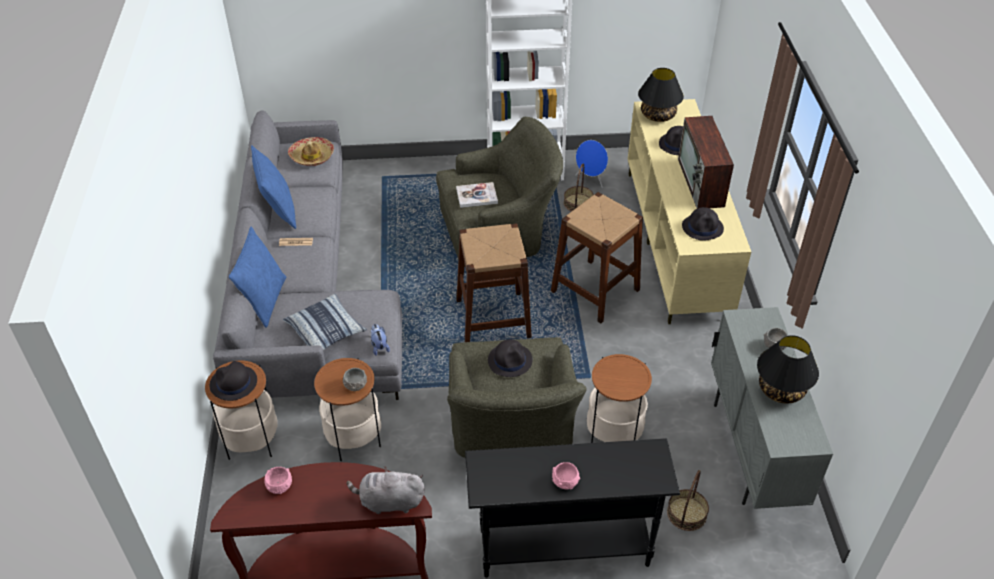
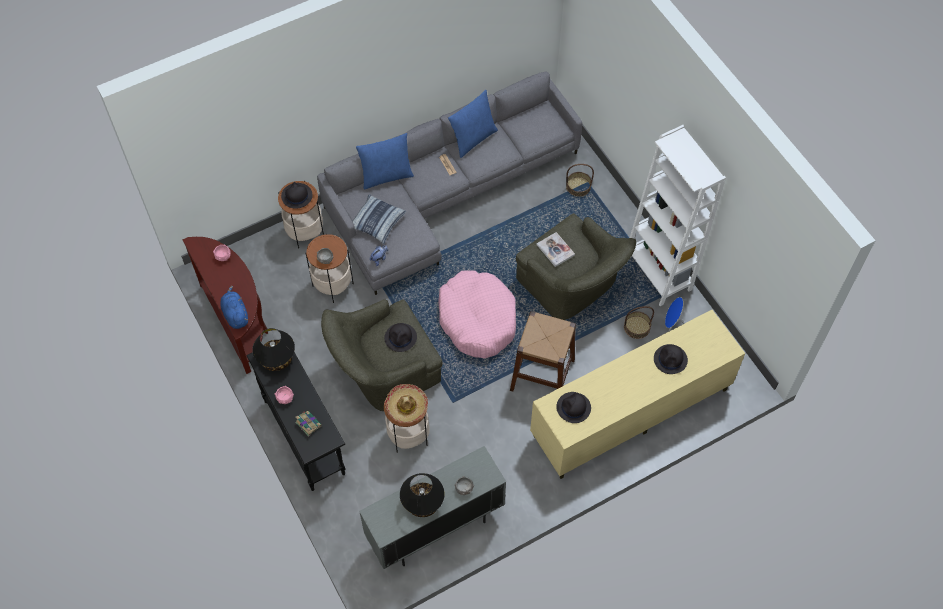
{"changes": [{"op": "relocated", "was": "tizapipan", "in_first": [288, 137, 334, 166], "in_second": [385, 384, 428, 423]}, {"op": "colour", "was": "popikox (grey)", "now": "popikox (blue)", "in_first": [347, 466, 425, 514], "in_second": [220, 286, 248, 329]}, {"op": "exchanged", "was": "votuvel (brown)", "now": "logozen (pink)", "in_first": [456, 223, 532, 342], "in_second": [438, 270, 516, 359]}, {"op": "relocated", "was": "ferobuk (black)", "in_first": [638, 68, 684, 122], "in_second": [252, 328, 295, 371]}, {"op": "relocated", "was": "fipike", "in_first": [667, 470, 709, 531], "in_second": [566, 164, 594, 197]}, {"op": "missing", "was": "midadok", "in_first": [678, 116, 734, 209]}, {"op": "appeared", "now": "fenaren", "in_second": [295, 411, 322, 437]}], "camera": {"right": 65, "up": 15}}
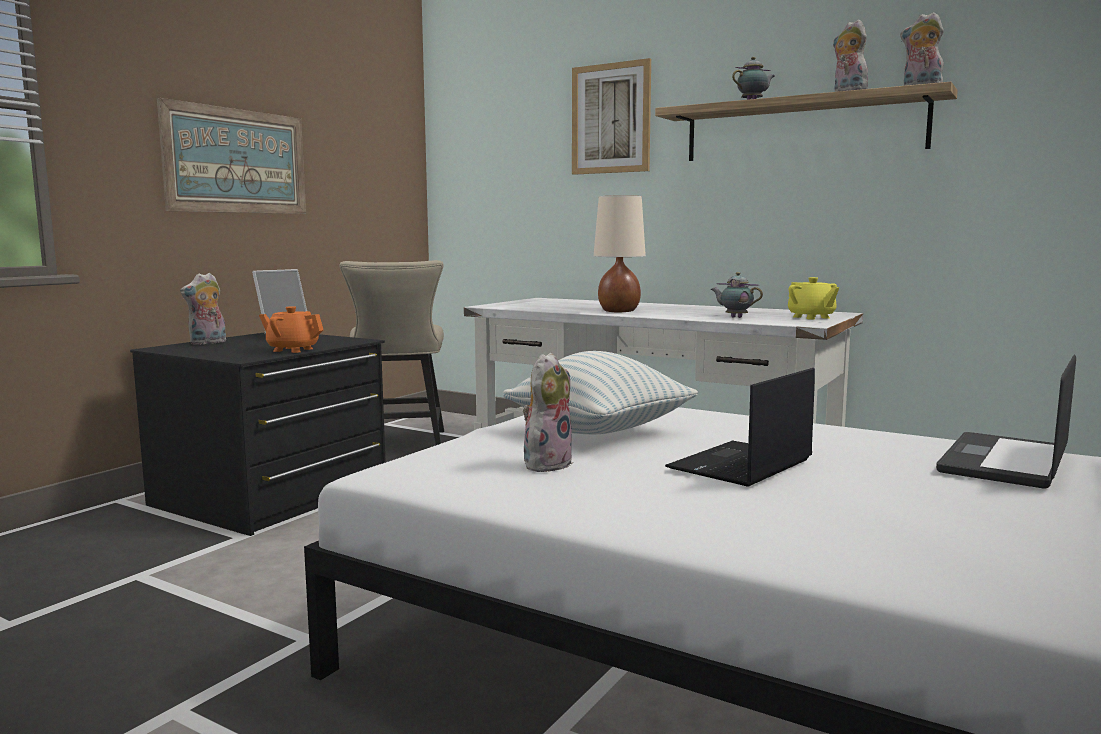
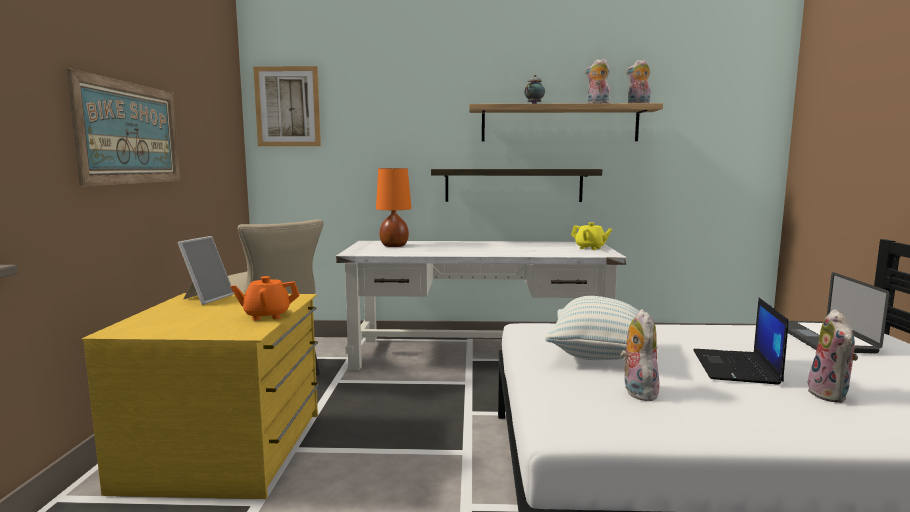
{"changes": [{"op": "colour", "was": "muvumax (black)", "now": "muvumax (yellow)", "in_first": [130, 333, 386, 536], "in_second": [82, 293, 320, 499]}, {"op": "relocated", "was": "popikox", "in_first": [180, 273, 226, 345], "in_second": [808, 309, 858, 403]}, {"op": "relocated", "was": "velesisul", "in_first": [572, 58, 651, 175], "in_second": [253, 66, 321, 146]}, {"op": "missing", "was": "ferobuk (beige)", "in_first": [594, 195, 646, 313]}, {"op": "missing", "was": "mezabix", "in_first": [711, 272, 763, 318]}, {"op": "appeared", "now": "ferobuk (orange)", "in_second": [376, 168, 412, 247]}, {"op": "appeared", "now": "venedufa", "in_second": [431, 169, 602, 202]}], "camera": {"right": -30, "up": 0}}
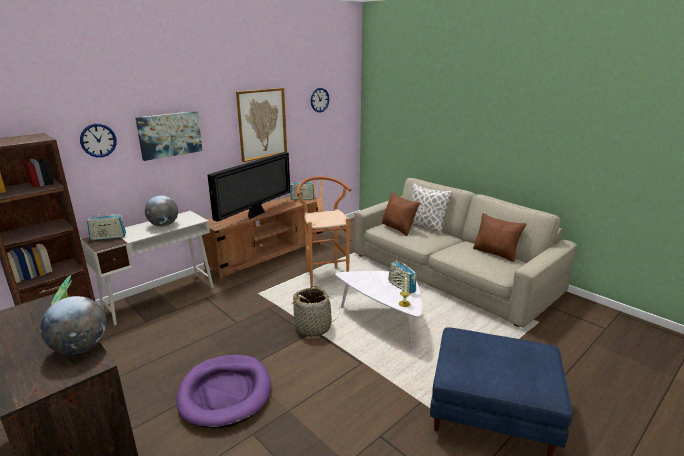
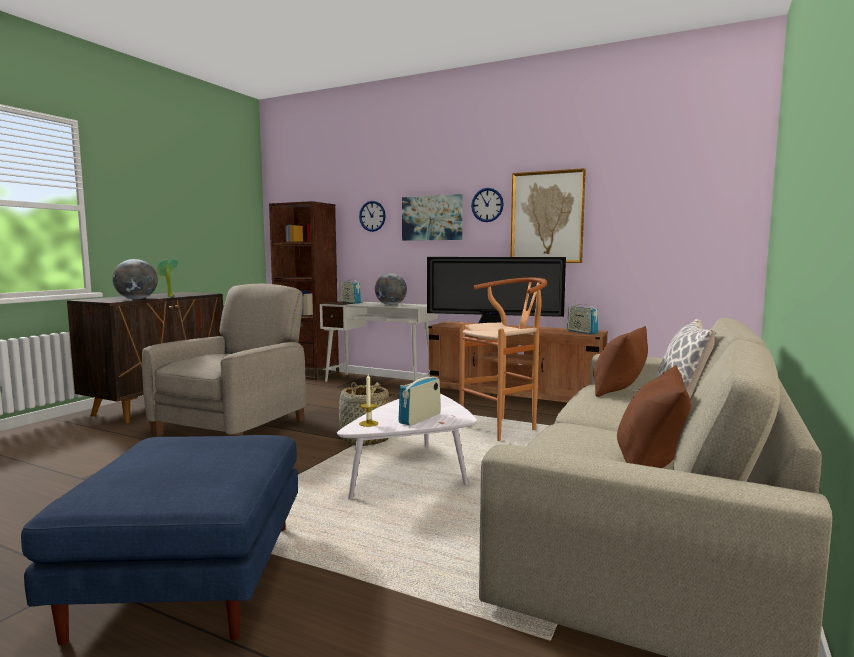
{"changes": [{"op": "exchanged", "was": "logozen (purple)", "now": "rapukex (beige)", "in_first": [177, 355, 271, 428], "in_second": [142, 284, 306, 437]}, {"op": "relocated", "was": "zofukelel", "in_first": [311, 88, 329, 112], "in_second": [471, 188, 504, 222]}], "camera": {"right": 70, "up": -15}}
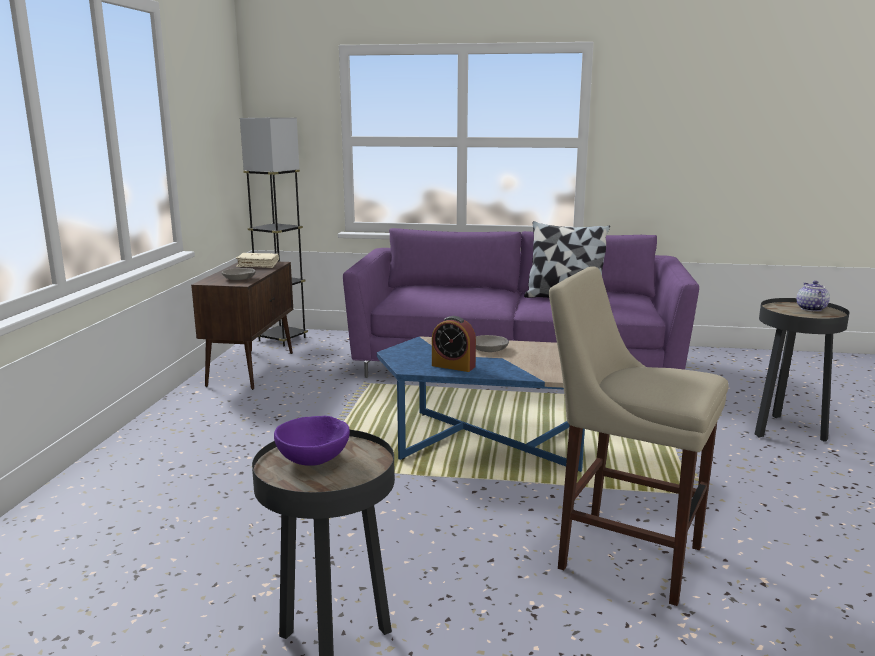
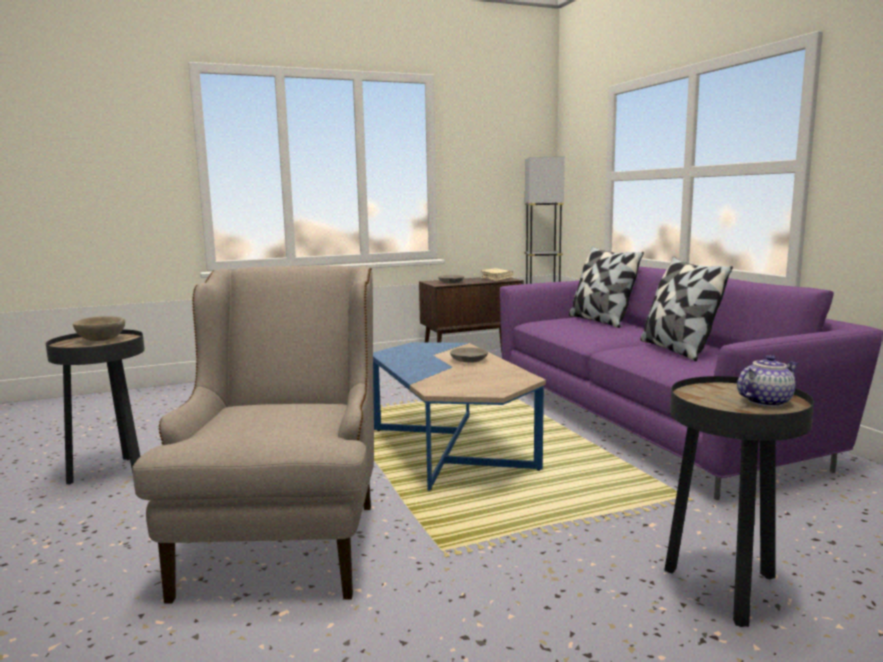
{"changes": [{"op": "colour", "was": "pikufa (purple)", "now": "pikufa (beige)", "in_first": [274, 416, 350, 466], "in_second": [73, 316, 125, 341]}, {"op": "missing", "was": "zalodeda", "in_first": [432, 316, 476, 372]}, {"op": "exchanged", "was": "votuvel (beige)", "now": "rapukex (beige)", "in_first": [549, 266, 729, 606], "in_second": [132, 265, 374, 604]}, {"op": "appeared", "now": "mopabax", "in_second": [569, 246, 644, 328]}], "camera": {"right": 60, "up": -5}}
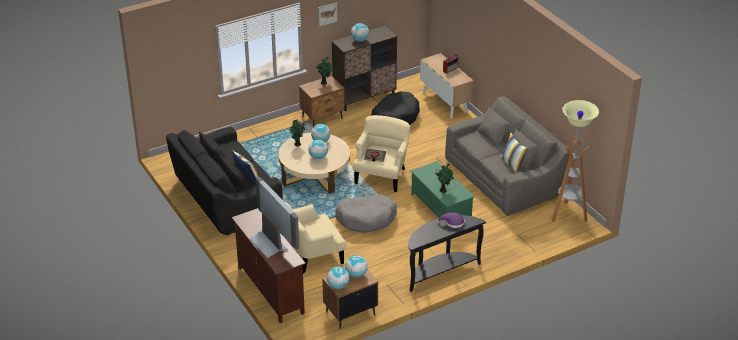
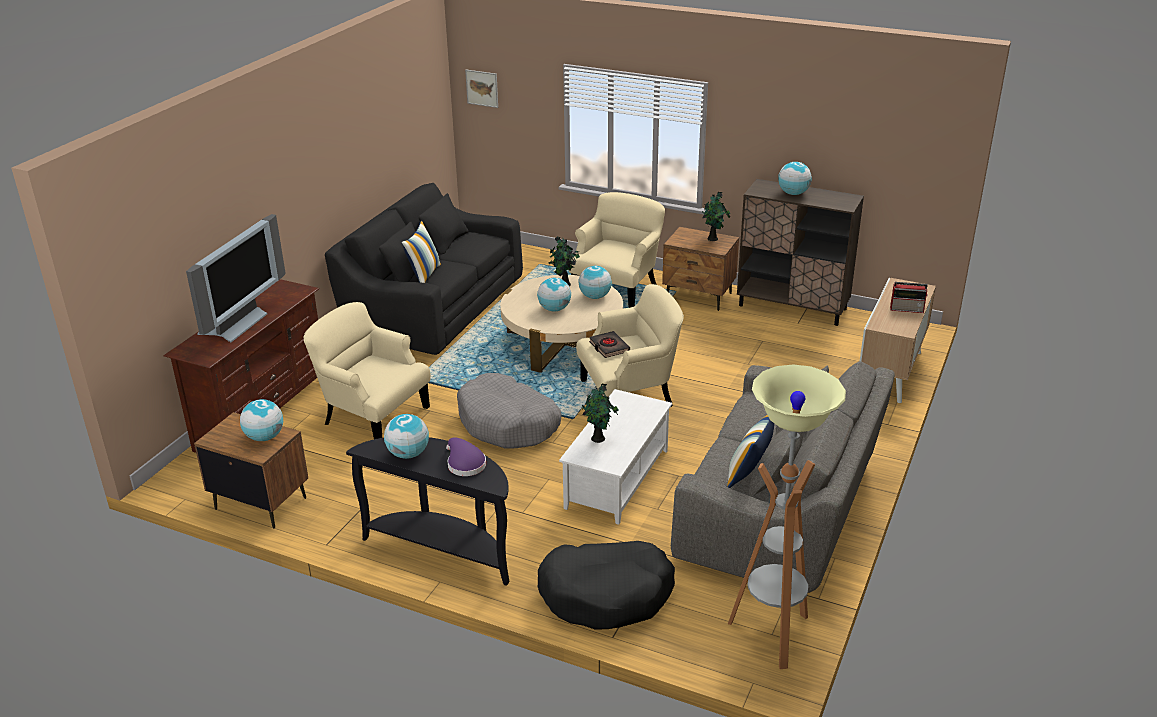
{"changes": [{"op": "relocated", "was": "velesisul", "in_first": [318, 2, 338, 27], "in_second": [465, 70, 498, 108]}, {"op": "relocated", "was": "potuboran", "in_first": [327, 266, 349, 289], "in_second": [384, 414, 429, 459]}, {"op": "relocated", "was": "logozen (black)", "in_first": [371, 91, 420, 125], "in_second": [538, 541, 675, 630]}, {"op": "colour", "was": "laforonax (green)", "now": "laforonax (white)", "in_first": [410, 161, 475, 218], "in_second": [559, 389, 672, 525]}, {"op": "appeared", "now": "rapukex (beige)", "in_second": [569, 192, 665, 308]}], "camera": {"right": 55, "up": -5}}
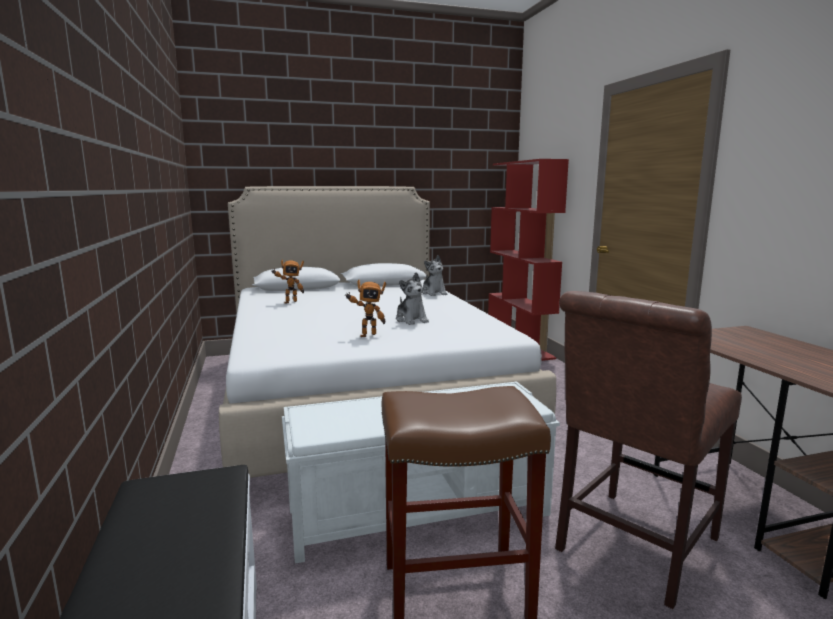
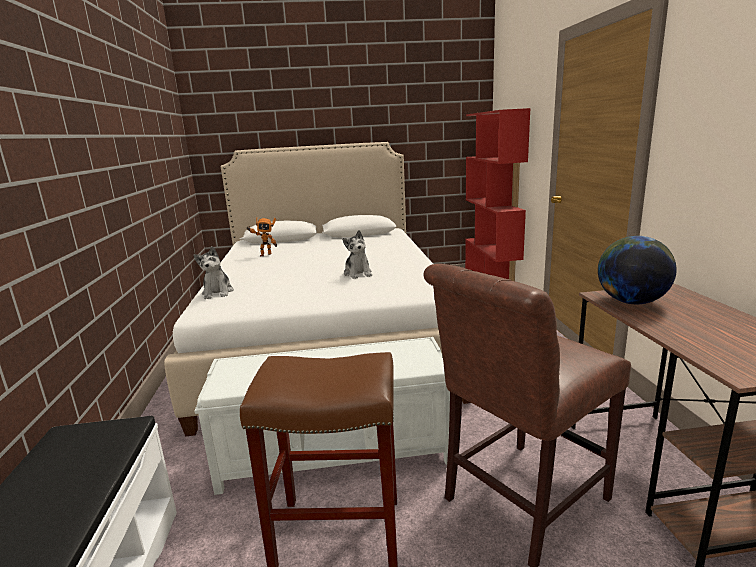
{"changes": [{"op": "missing", "was": "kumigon", "in_first": [345, 280, 386, 337]}, {"op": "relocated", "was": "popikox", "in_first": [423, 255, 448, 296], "in_second": [193, 246, 234, 299]}, {"op": "appeared", "now": "potuboran", "in_second": [598, 236, 677, 304]}], "camera": {"right": 10, "up": 5}}
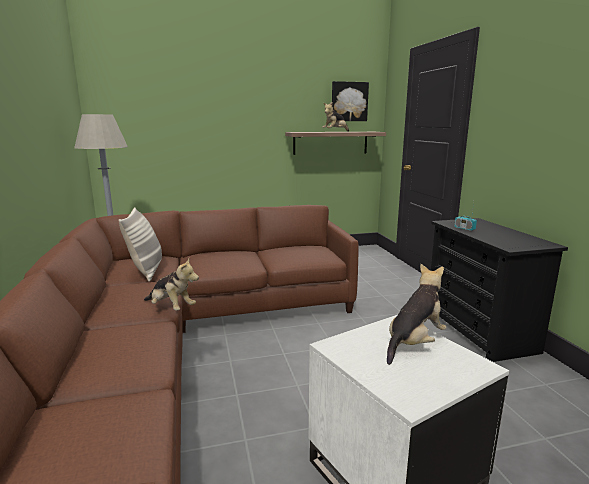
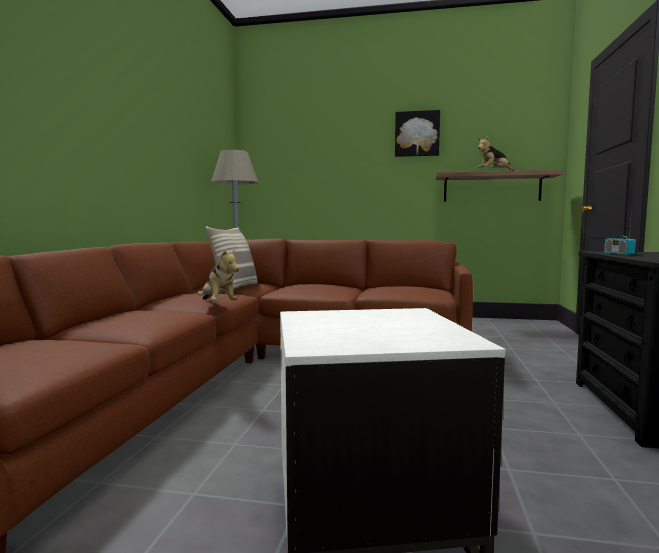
{"changes": [{"op": "relocated", "was": "velesisul", "in_first": [332, 81, 369, 121], "in_second": [395, 110, 440, 157]}, {"op": "missing", "was": "popikox", "in_first": [387, 264, 447, 365]}], "camera": {"right": 25, "up": -10}}
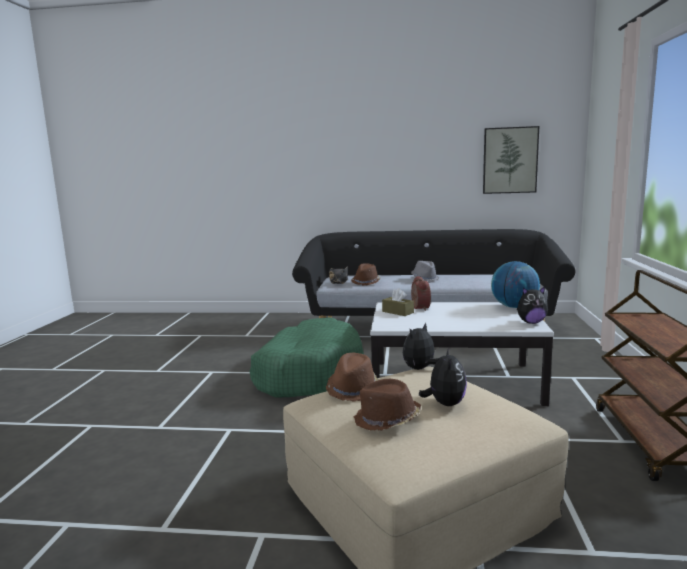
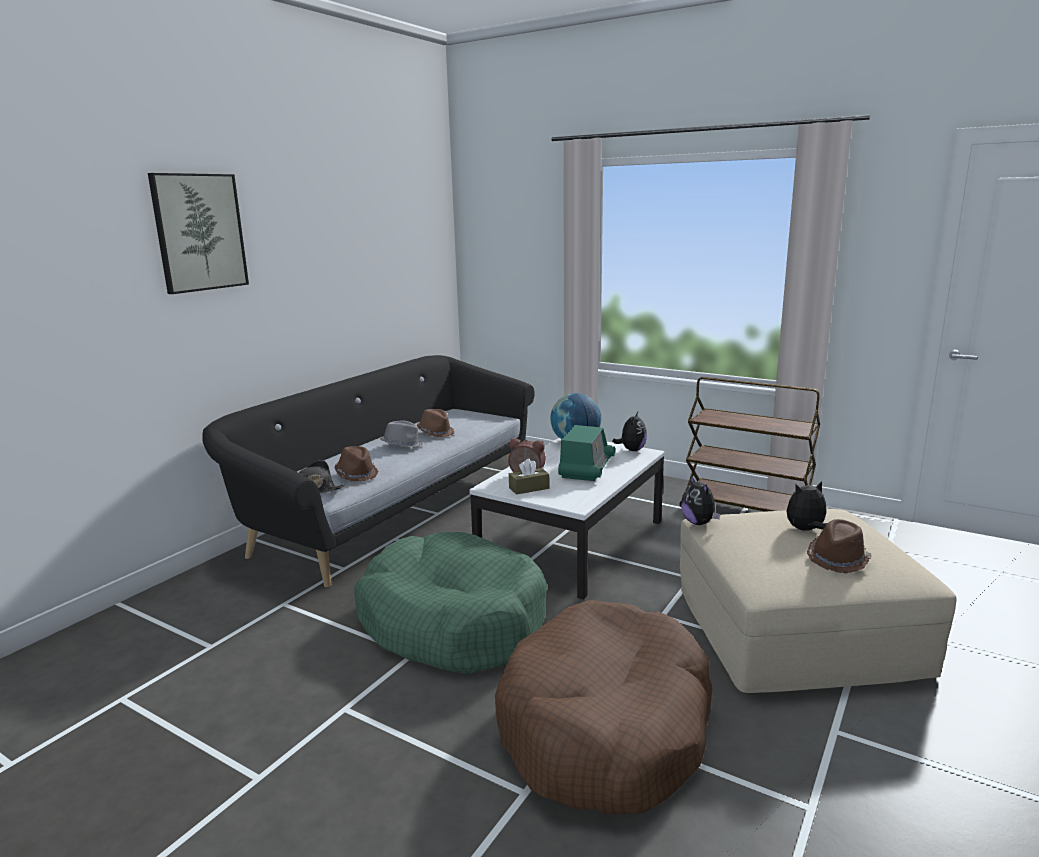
{"changes": [{"op": "relocated", "was": "tizapipan (brown)", "in_first": [326, 352, 380, 401], "in_second": [417, 409, 454, 437]}, {"op": "spun", "was": "popikox", "in_first": [419, 348, 467, 406], "in_second": [787, 481, 828, 531], "clockwise": -45}, {"op": "relocated", "was": "velesisul", "in_first": [483, 126, 539, 194], "in_second": [148, 173, 249, 294]}, {"op": "appeared", "now": "logozen (brown)", "in_second": [495, 600, 713, 815]}, {"op": "appeared", "now": "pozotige", "in_second": [558, 425, 615, 481]}], "camera": {"right": -65, "up": 5}}
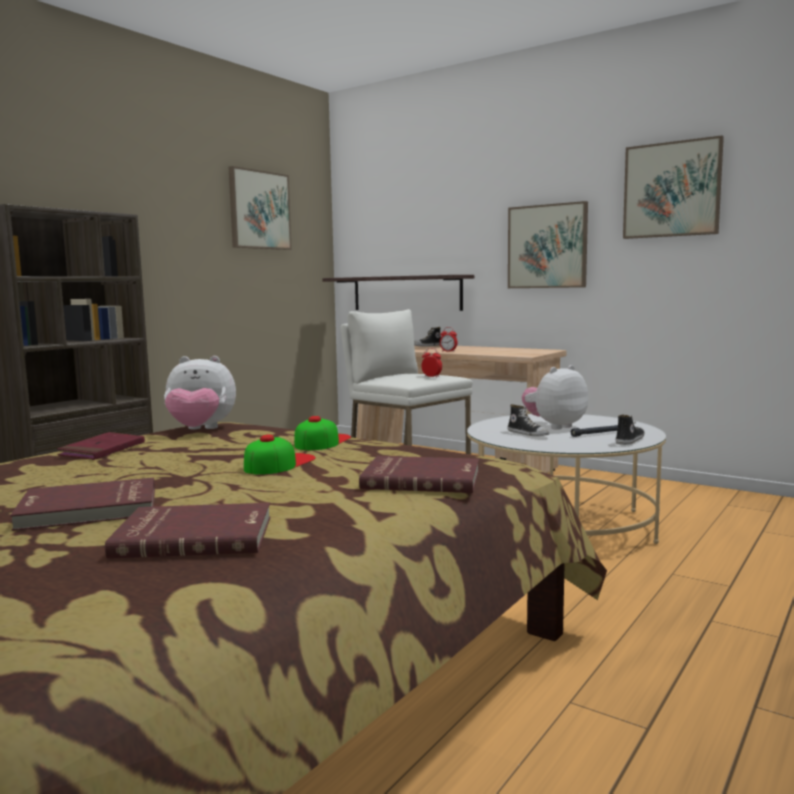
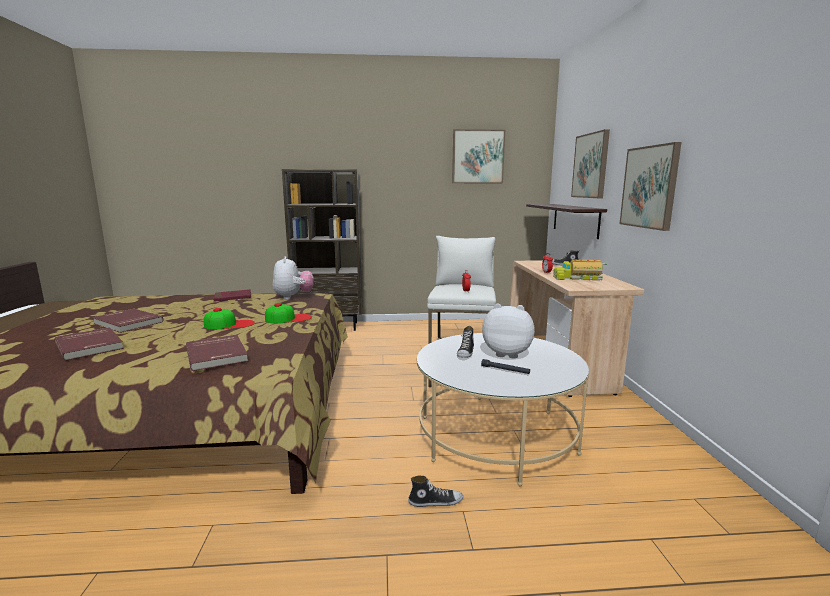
{"changes": [{"op": "spun", "was": "popikox", "in_first": [164, 356, 236, 429], "in_second": [273, 256, 314, 299], "clockwise": -150}, {"op": "relocated", "was": "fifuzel", "in_first": [615, 414, 645, 445], "in_second": [408, 476, 463, 507]}, {"op": "relocated", "was": "velesisul", "in_first": [623, 135, 724, 239], "in_second": [571, 129, 610, 198]}, {"op": "appeared", "now": "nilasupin", "in_second": [553, 259, 607, 280]}], "camera": {"right": 50, "up": 5}}
